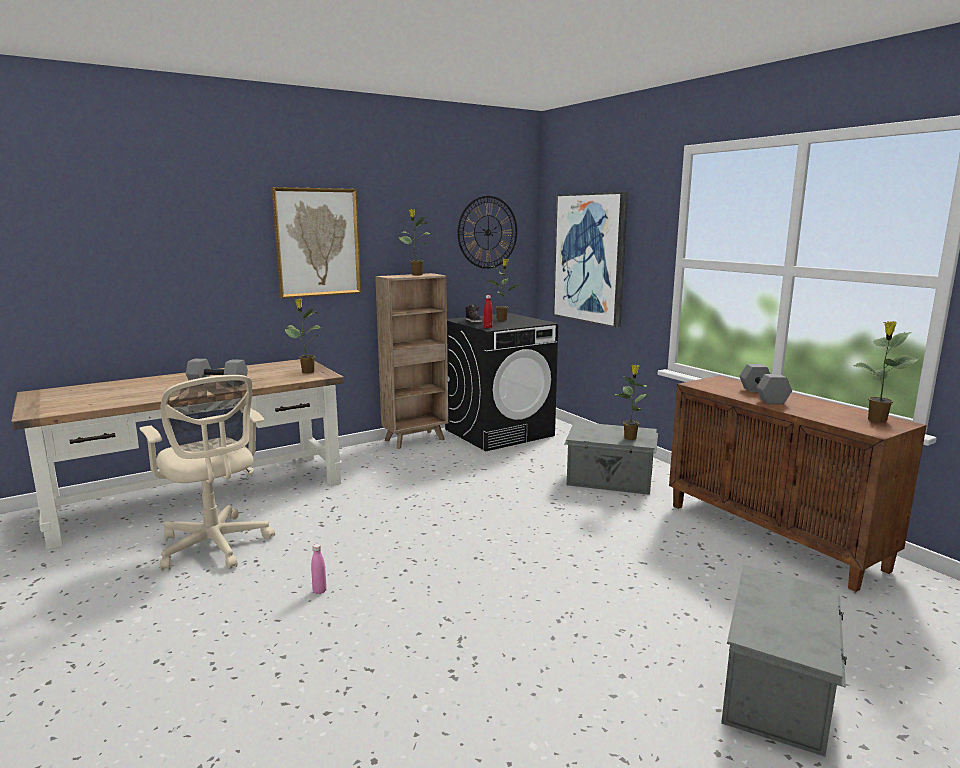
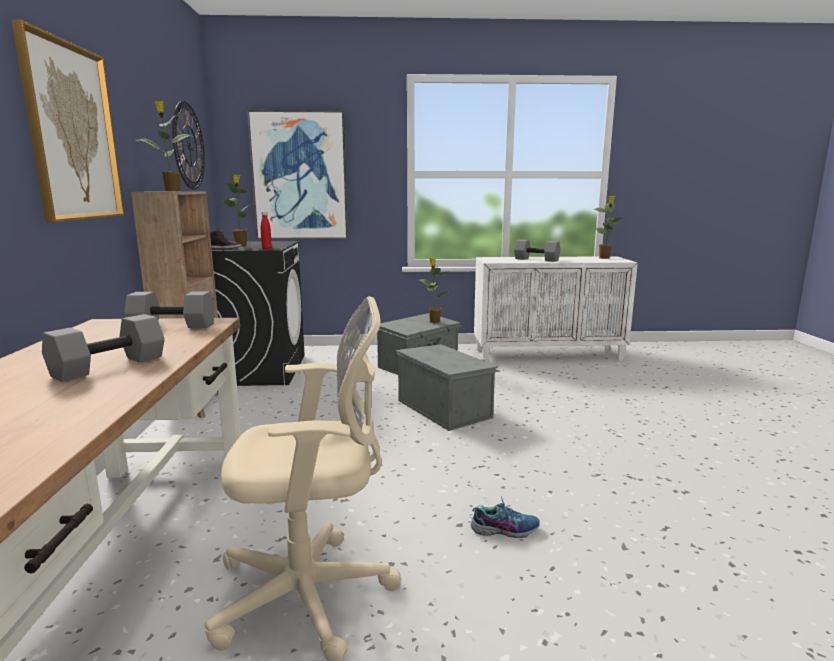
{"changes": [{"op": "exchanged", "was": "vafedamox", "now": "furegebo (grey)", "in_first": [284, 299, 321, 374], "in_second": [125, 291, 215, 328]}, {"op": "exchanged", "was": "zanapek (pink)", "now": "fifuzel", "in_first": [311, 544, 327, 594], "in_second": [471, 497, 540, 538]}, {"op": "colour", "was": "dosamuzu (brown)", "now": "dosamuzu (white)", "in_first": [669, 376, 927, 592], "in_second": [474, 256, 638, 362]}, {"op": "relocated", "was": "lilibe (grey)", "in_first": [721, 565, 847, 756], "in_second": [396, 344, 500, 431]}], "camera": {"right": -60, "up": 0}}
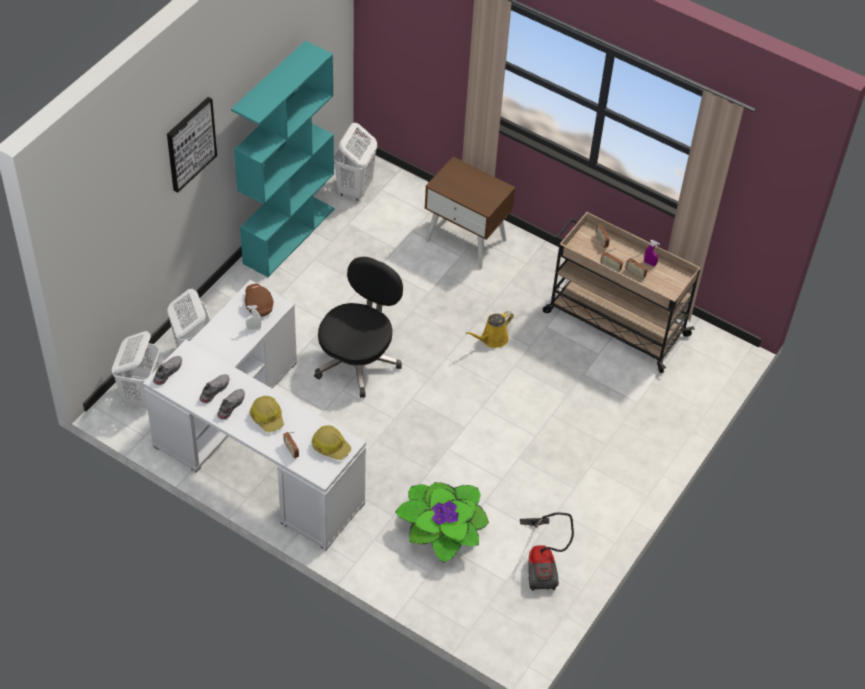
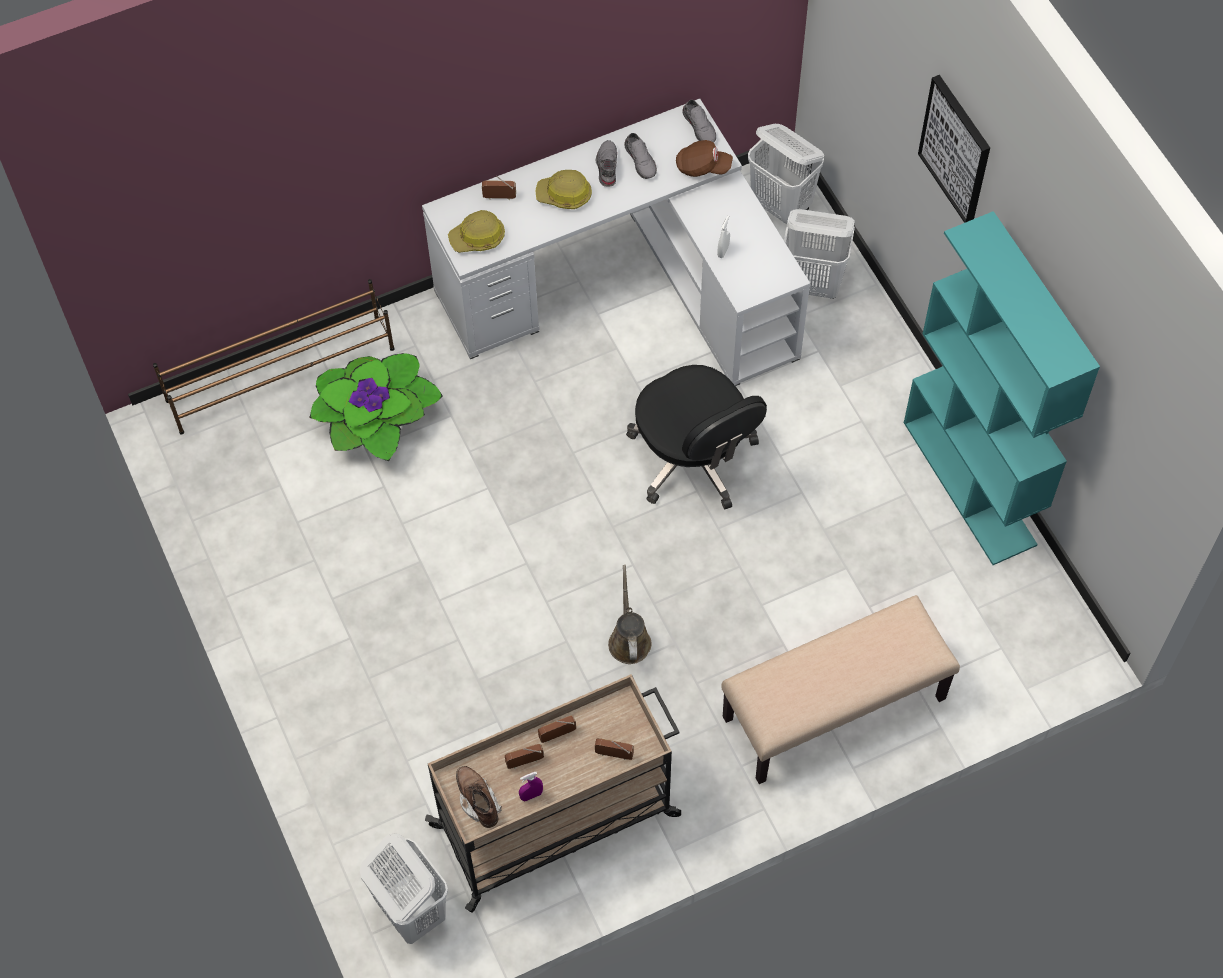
{"changes": [{"op": "spun", "was": "fifuzel (grey)", "in_first": [217, 389, 245, 420], "in_second": [596, 140, 617, 187], "clockwise": -150}, {"op": "relocated", "was": "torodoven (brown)", "in_first": [245, 283, 273, 317], "in_second": [676, 140, 733, 177]}, {"op": "relocated", "was": "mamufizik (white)", "in_first": [334, 123, 377, 201], "in_second": [360, 834, 448, 944]}, {"op": "exchanged", "was": "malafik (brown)", "now": "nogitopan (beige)", "in_first": [424, 157, 515, 269], "in_second": [721, 595, 960, 784]}, {"op": "colour", "was": "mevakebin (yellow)", "now": "mevakebin (brown)", "in_first": [466, 311, 514, 348], "in_second": [608, 565, 652, 664]}, {"op": "missing", "was": "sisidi", "in_first": [520, 513, 574, 591]}, {"op": "appeared", "now": "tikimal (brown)", "in_second": [153, 279, 395, 435]}, {"op": "appeared", "now": "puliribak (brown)", "in_second": [456, 766, 502, 828]}], "camera": {"right": 125, "up": 10}}
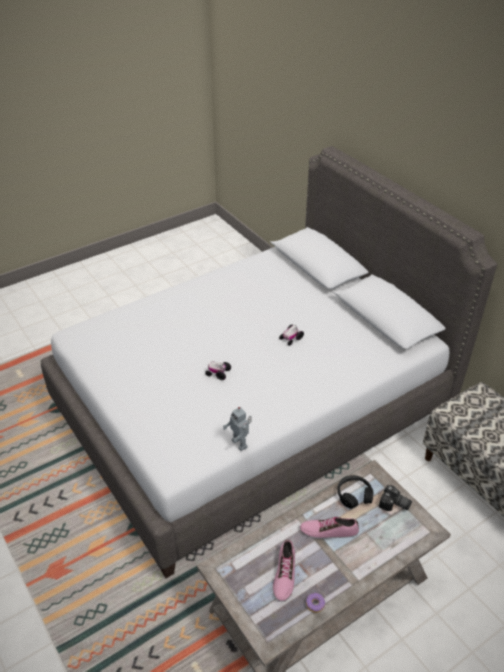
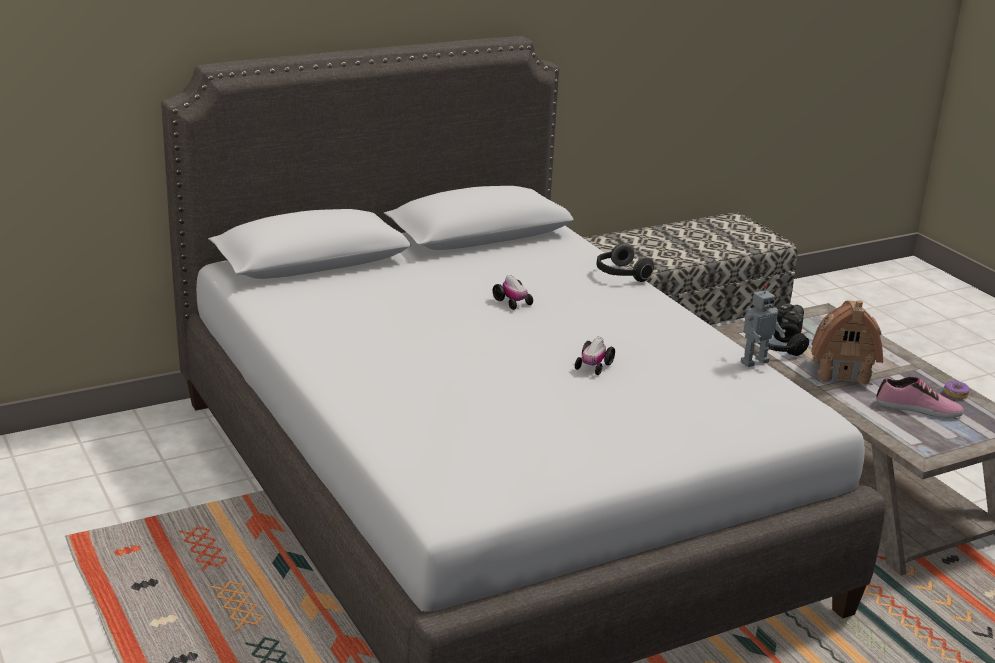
{"changes": [{"op": "exchanged", "was": "fifuzel", "now": "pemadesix", "in_first": [300, 517, 359, 539], "in_second": [811, 300, 883, 386]}, {"op": "appeared", "now": "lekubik", "in_second": [596, 243, 654, 282]}], "camera": {"right": -85, "up": -15}}
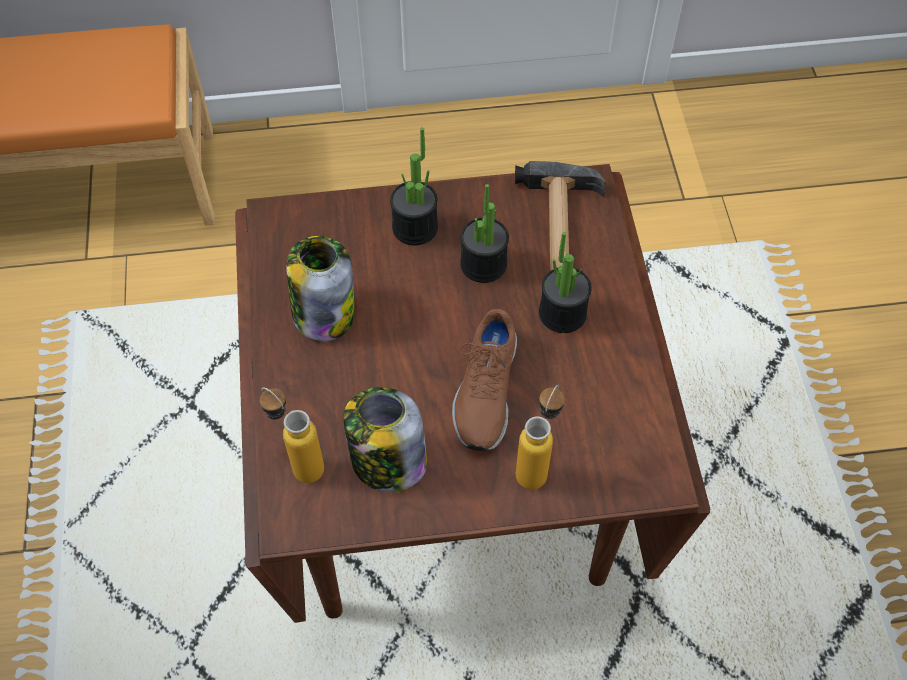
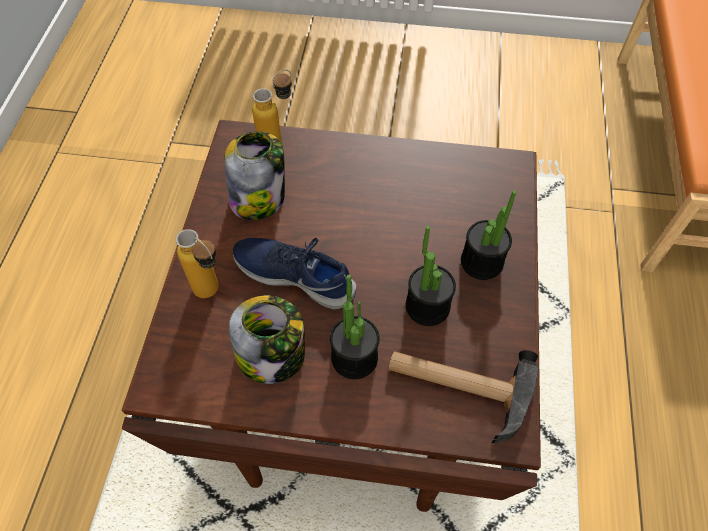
{"changes": [{"op": "relocated", "was": "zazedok", "in_first": [286, 236, 354, 341], "in_second": [229, 296, 305, 384]}, {"op": "colour", "was": "fifuzel (brown)", "now": "fifuzel (blue)", "in_first": [452, 309, 517, 452], "in_second": [233, 238, 356, 310]}], "camera": {"right": 105, "up": 0}}
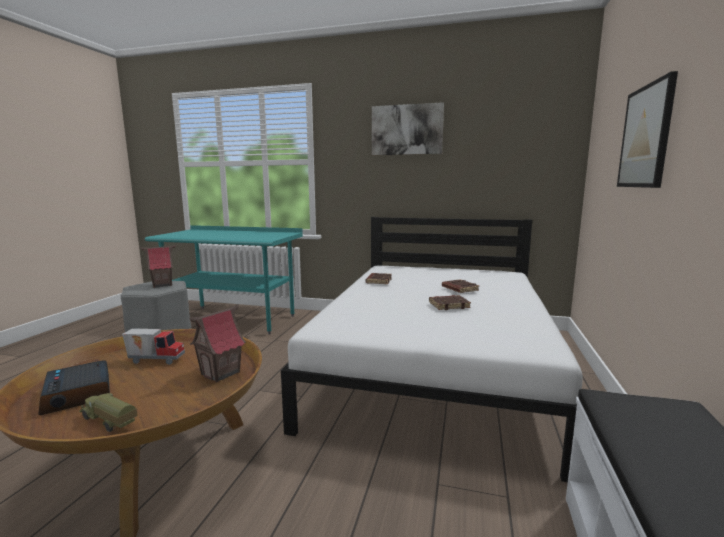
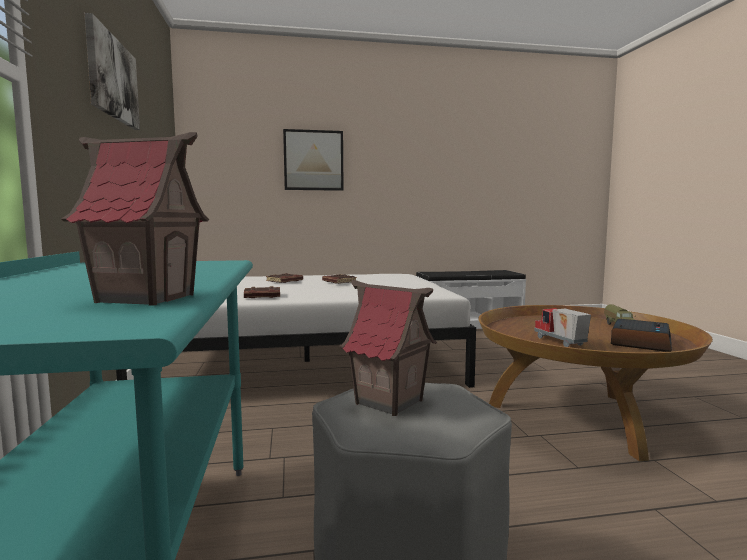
{"changes": [{"op": "relocated", "was": "pemadesix", "in_first": [189, 304, 246, 383], "in_second": [61, 132, 209, 306]}], "camera": {"right": -115, "up": -5}}
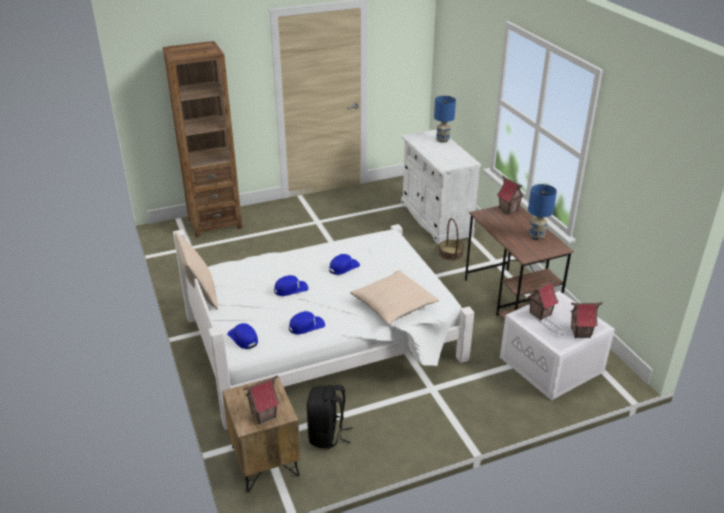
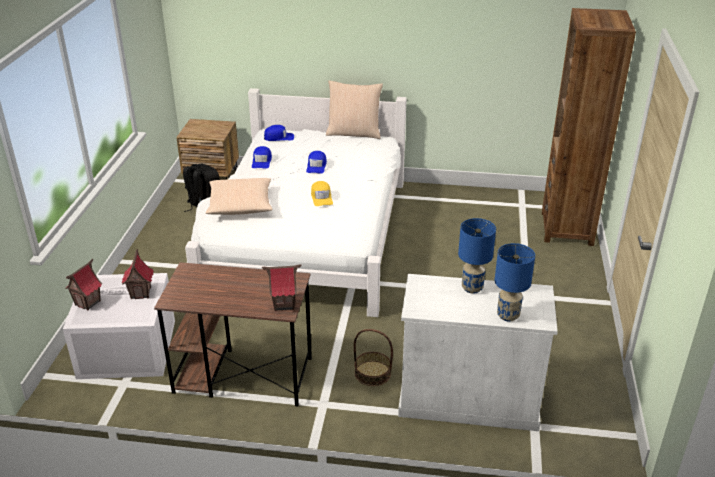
{"changes": [{"op": "missing", "was": "pemadesix", "in_first": [243, 375, 280, 424]}, {"op": "colour", "was": "torodoven (blue)", "now": "torodoven (yellow)", "in_first": [329, 254, 360, 275], "in_second": [311, 181, 333, 206]}, {"op": "relocated", "was": "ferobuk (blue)", "in_first": [528, 184, 557, 240], "in_second": [458, 218, 496, 293]}], "camera": {"right": 120, "up": 0}}
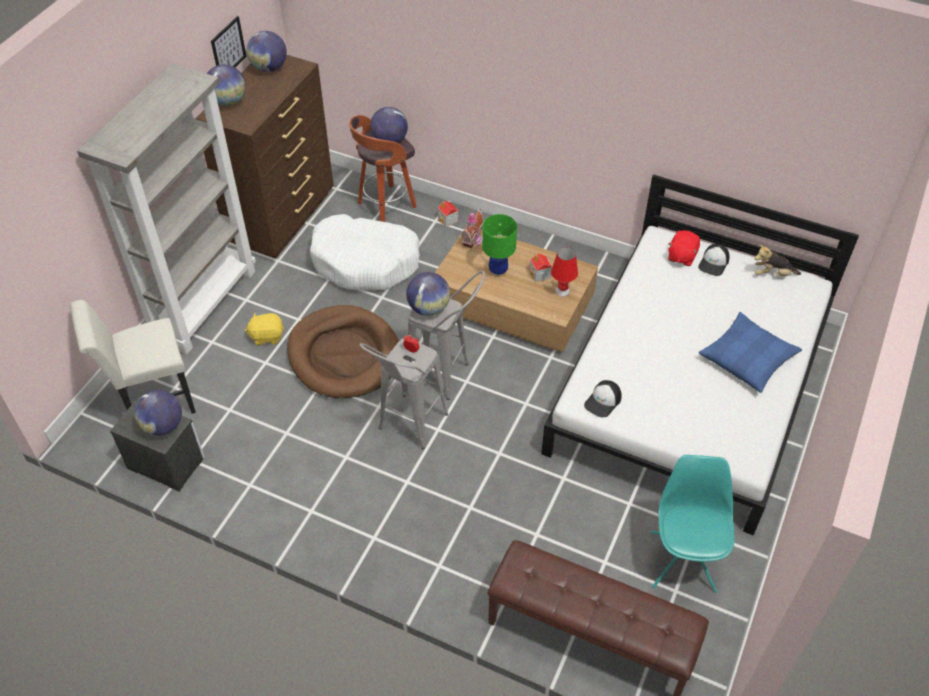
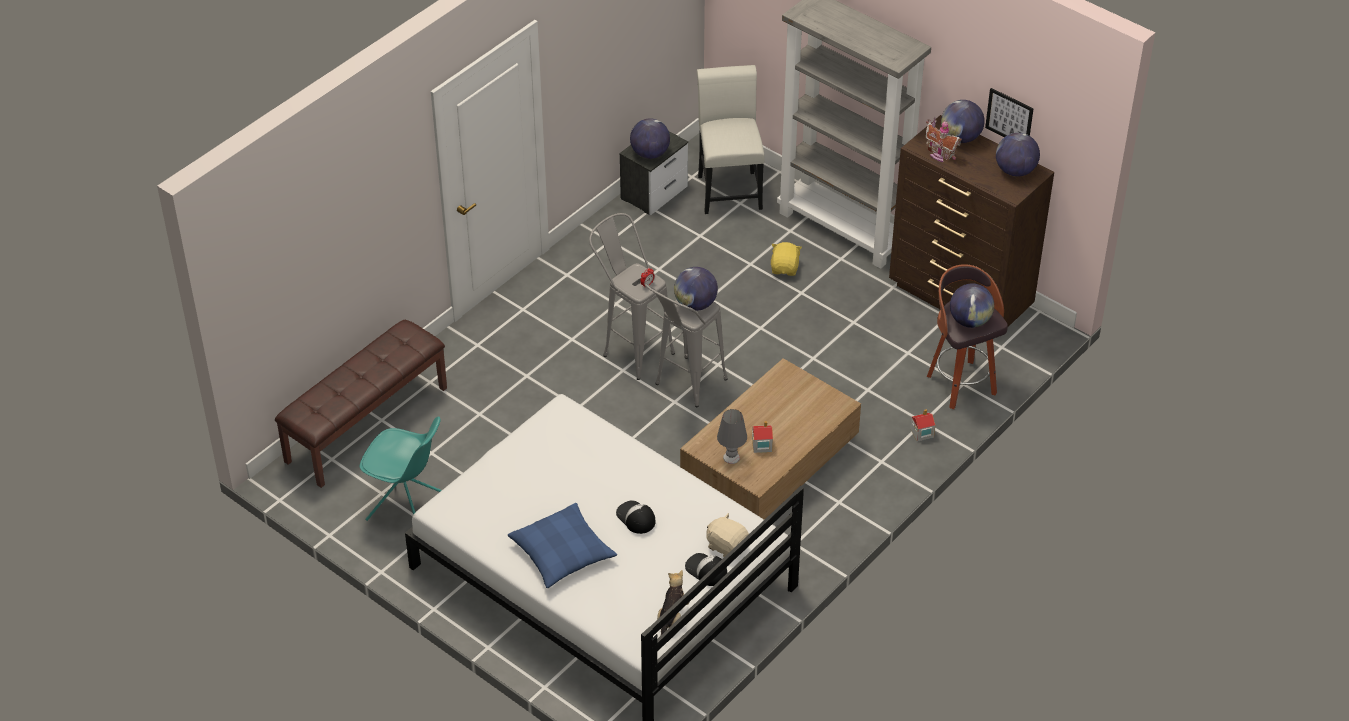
{"changes": [{"op": "missing", "was": "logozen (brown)", "in_first": [287, 305, 399, 398]}, {"op": "missing", "was": "logozen (white)", "in_first": [310, 214, 420, 290]}, {"op": "relocated", "was": "pemadesix", "in_first": [461, 209, 484, 248], "in_second": [926, 117, 962, 162]}, {"op": "missing", "was": "ferobuk (green)", "in_first": [482, 214, 517, 277]}, {"op": "colour", "was": "ferobuk (red)", "now": "ferobuk (grey)", "in_first": [551, 247, 578, 297], "in_second": [717, 409, 747, 464]}, {"op": "relocated", "was": "torodoven", "in_first": [584, 380, 622, 417], "in_second": [616, 500, 656, 534]}, {"op": "colour", "was": "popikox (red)", "now": "popikox (beige)", "in_first": [668, 230, 700, 266], "in_second": [706, 513, 749, 557]}], "camera": {"right": 105, "up": -5}}
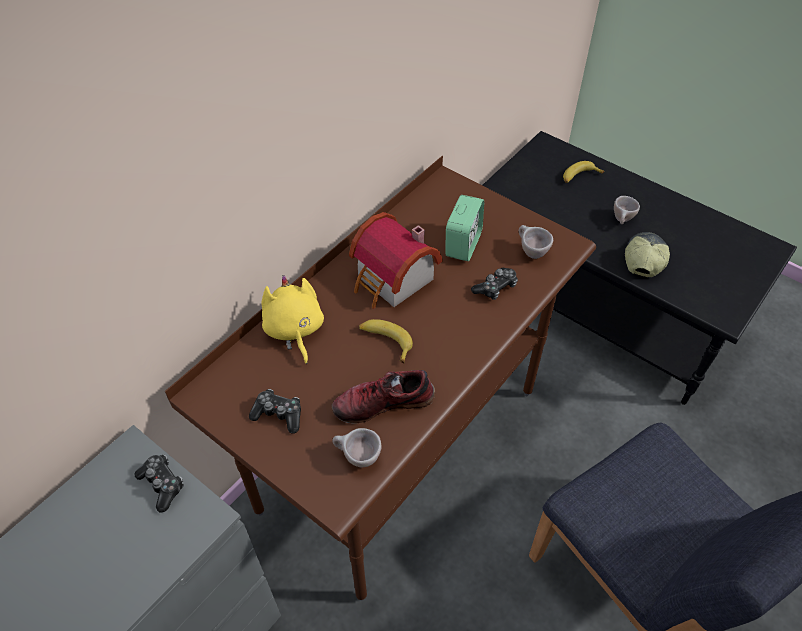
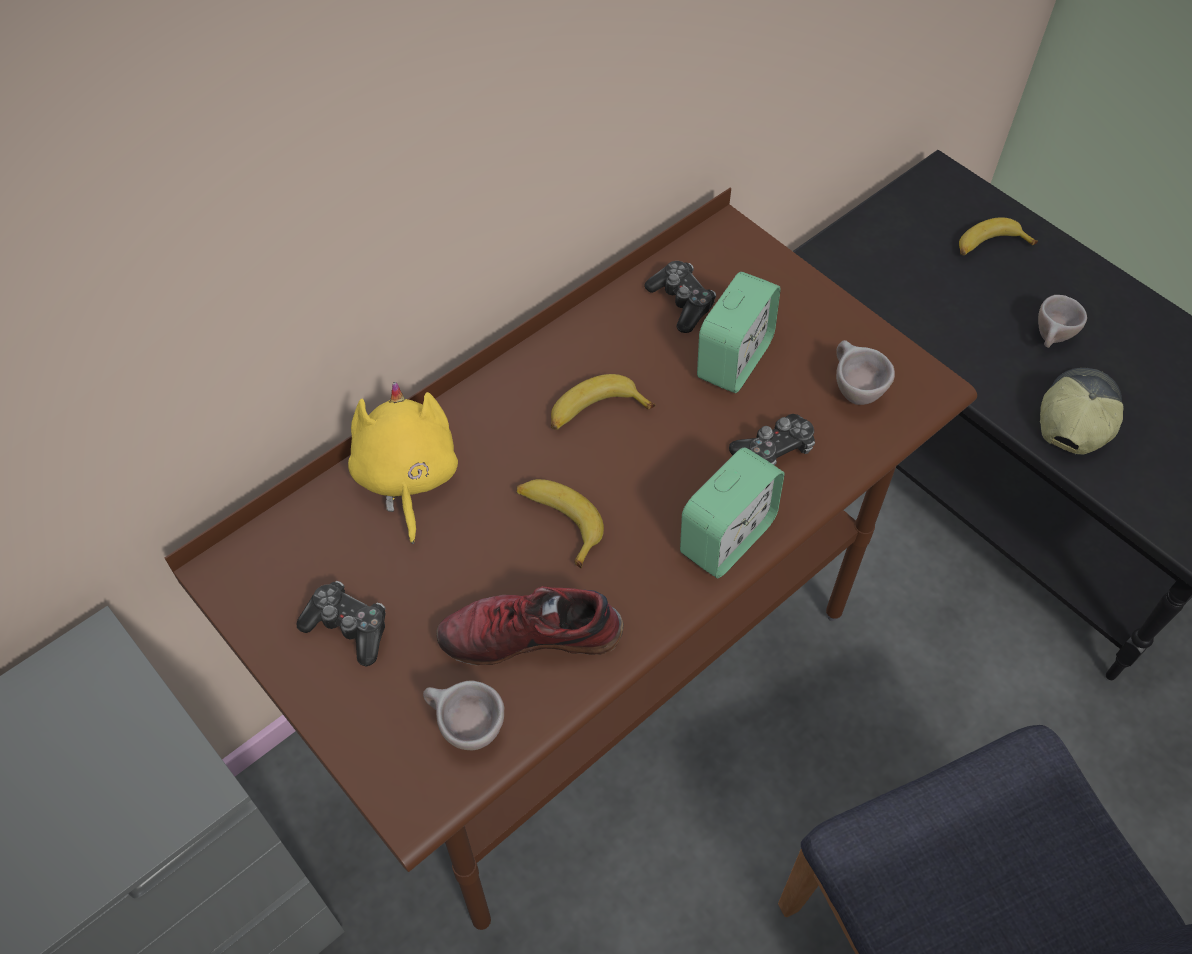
{"changes": [{"op": "relocated", "was": "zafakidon", "in_first": [134, 455, 184, 512], "in_second": [644, 261, 716, 333]}, {"op": "exchanged", "was": "pemadesix", "now": "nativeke", "in_first": [349, 212, 443, 309], "in_second": [551, 374, 655, 430]}, {"op": "appeared", "now": "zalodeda", "in_second": [680, 447, 784, 578]}], "camera": {"right": 10, "up": 5}}
